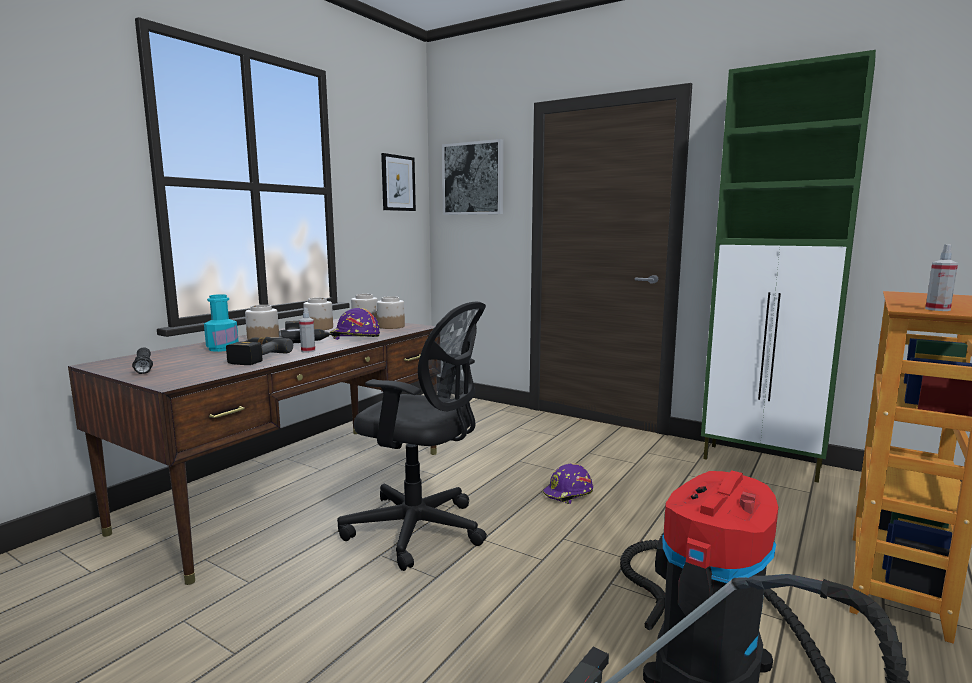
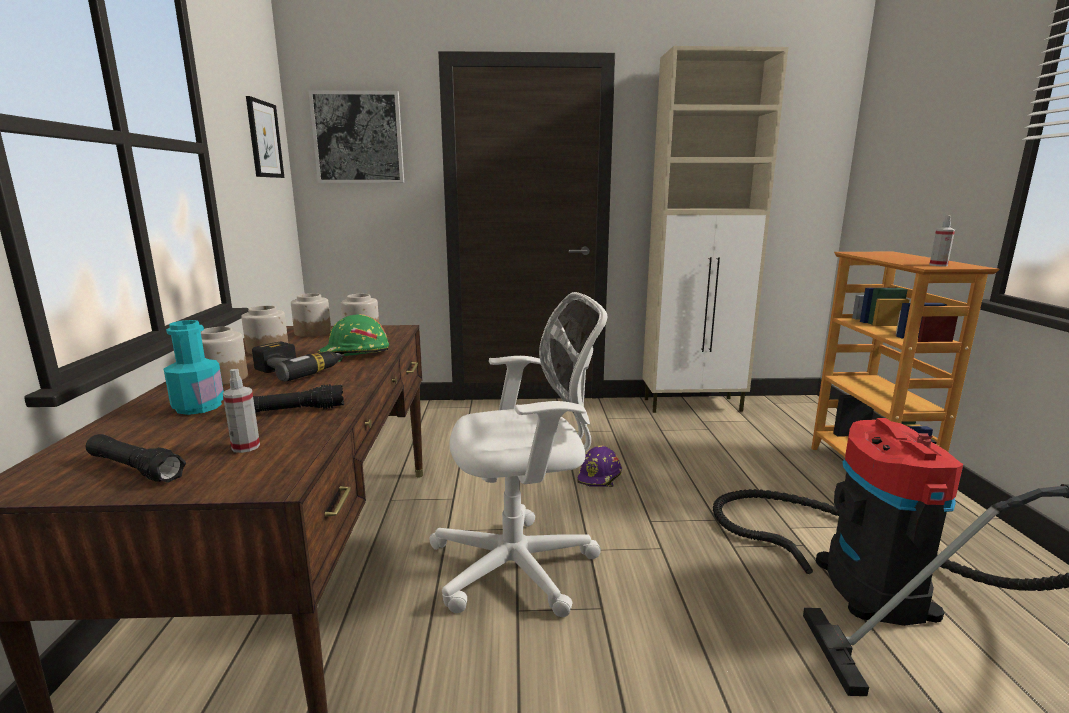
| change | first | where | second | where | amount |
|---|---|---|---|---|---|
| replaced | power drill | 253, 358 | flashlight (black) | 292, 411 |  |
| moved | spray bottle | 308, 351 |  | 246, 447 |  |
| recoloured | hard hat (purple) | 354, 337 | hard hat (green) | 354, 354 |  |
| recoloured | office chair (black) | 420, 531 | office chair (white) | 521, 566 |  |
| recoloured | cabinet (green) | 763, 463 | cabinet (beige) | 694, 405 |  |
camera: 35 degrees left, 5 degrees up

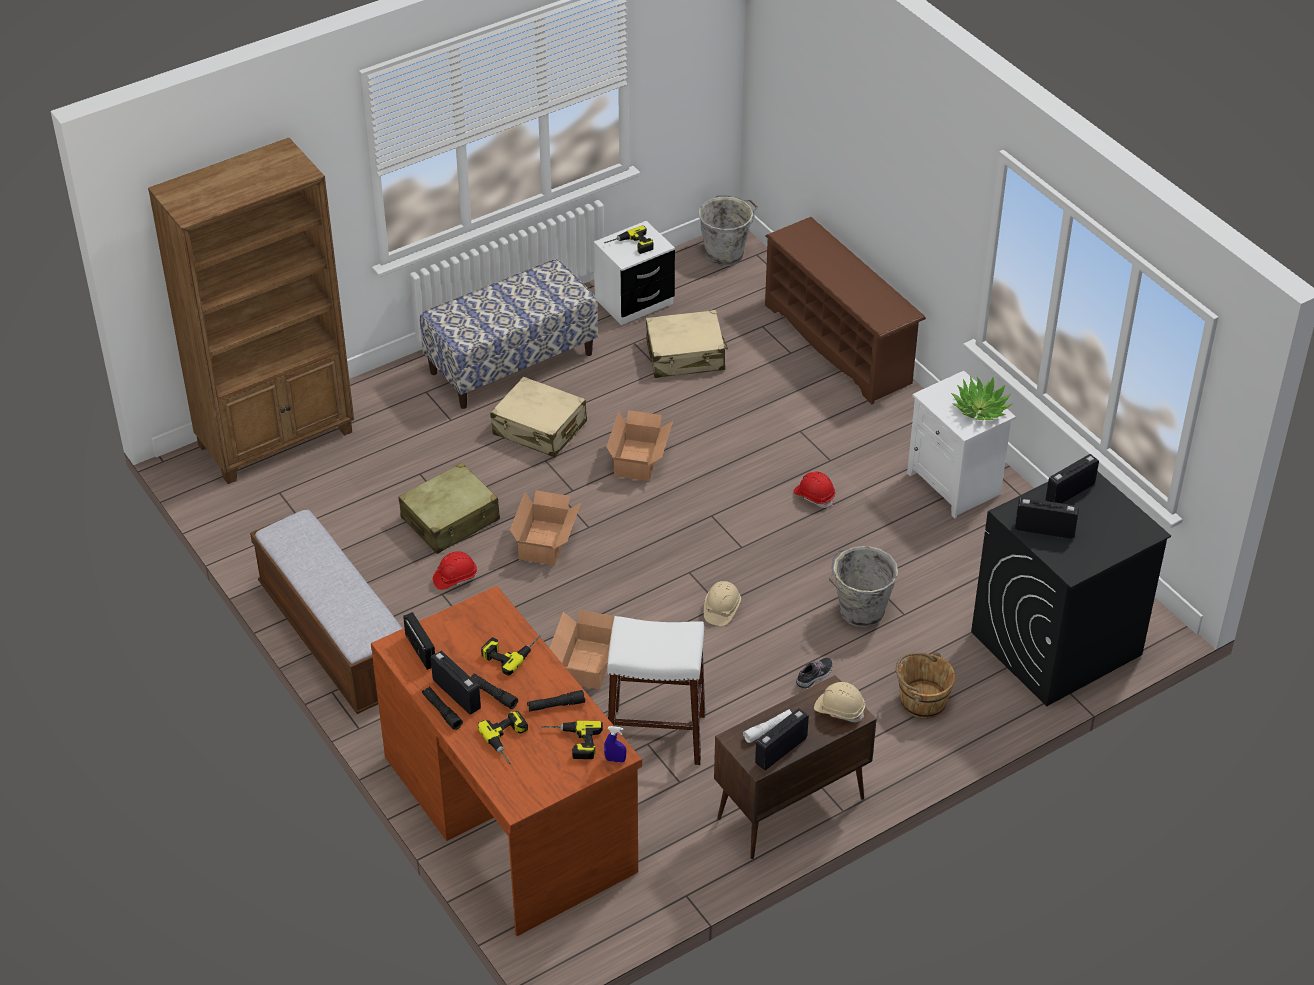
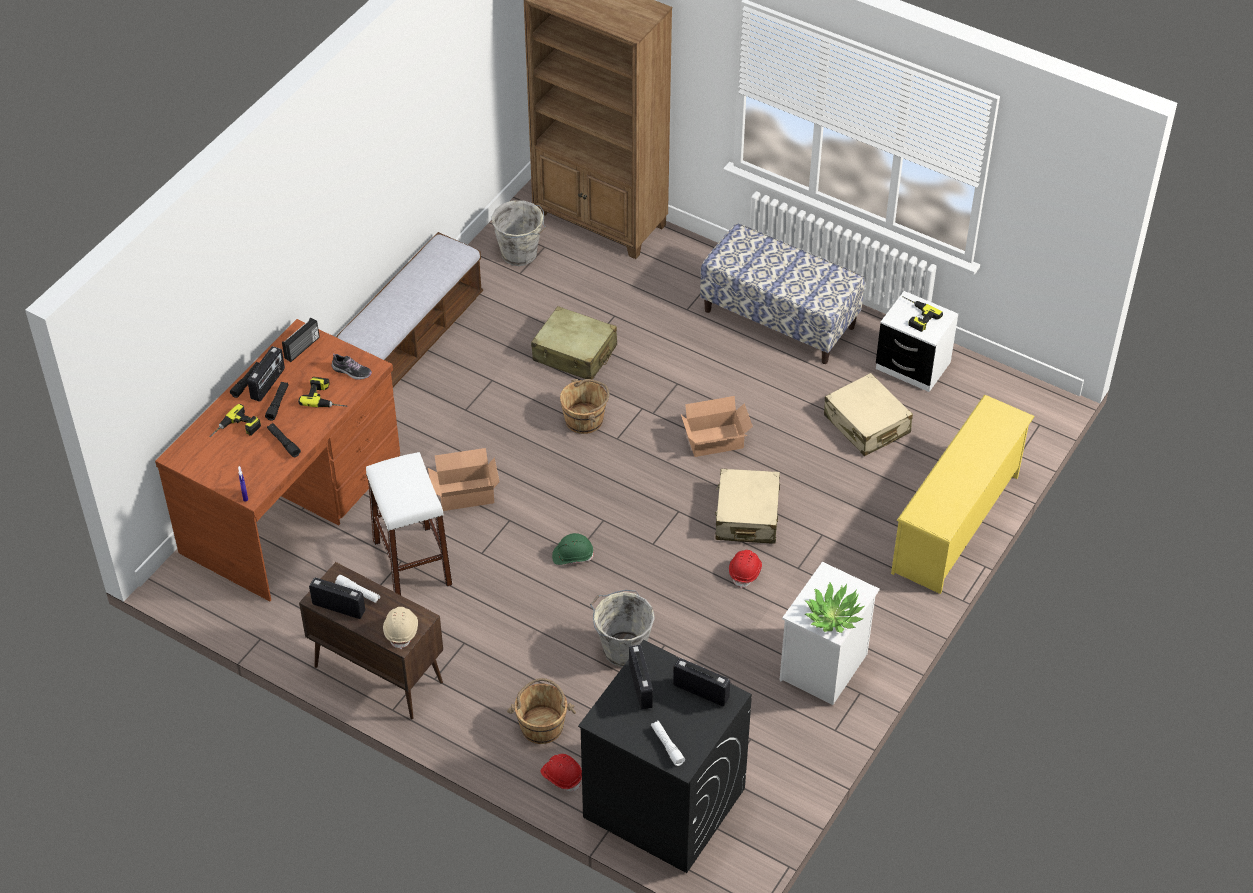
| change | first | where | second | where | amount |
|---|---|---|---|---|---|
| moved | hard hat (red) | 455, 578 |  | 562, 776 |  |
| moved | suitcase (beige) | 539, 428 |  | 747, 516 |  |
| replaced | cardboard box | 547, 541 | bucket (brown) | 585, 419 |  |
| removed | power drill | 571, 742 |  |  |  |
| moved | bucket (grey) | 726, 254 |  | 520, 254 |  |
| recoloured | hard hat (beige) | 721, 609 | hard hat (green) | 572, 556 |  |
| recoloured | shoe rack (brown) | 840, 344 | shoe rack (yellow) | 957, 524 |  |
| moved | shoe | 814, 675 |  | 351, 371 |  |
| added |  |  | flashlight (white) | 667, 745 |  |
camera: 65 degrees right, 5 degrees up

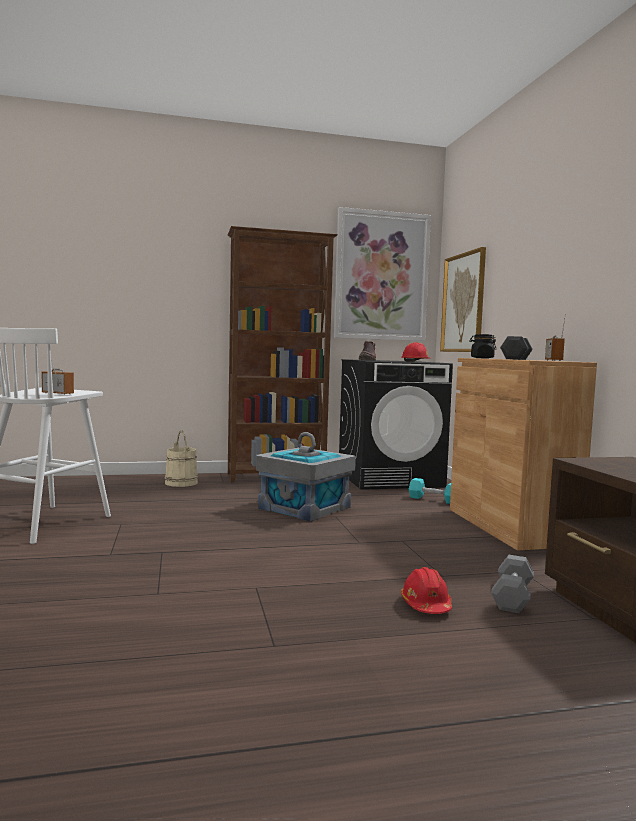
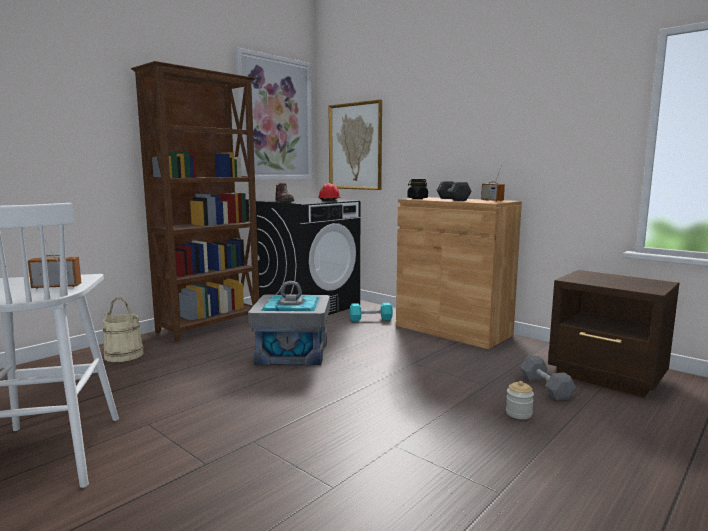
| change | first | where | second | where | amount |
|---|---|---|---|---|---|
| replaced | hard hat (red) | 426, 605 | jar | 518, 413 |  |
camera: 35 degrees left, 5 degrees up

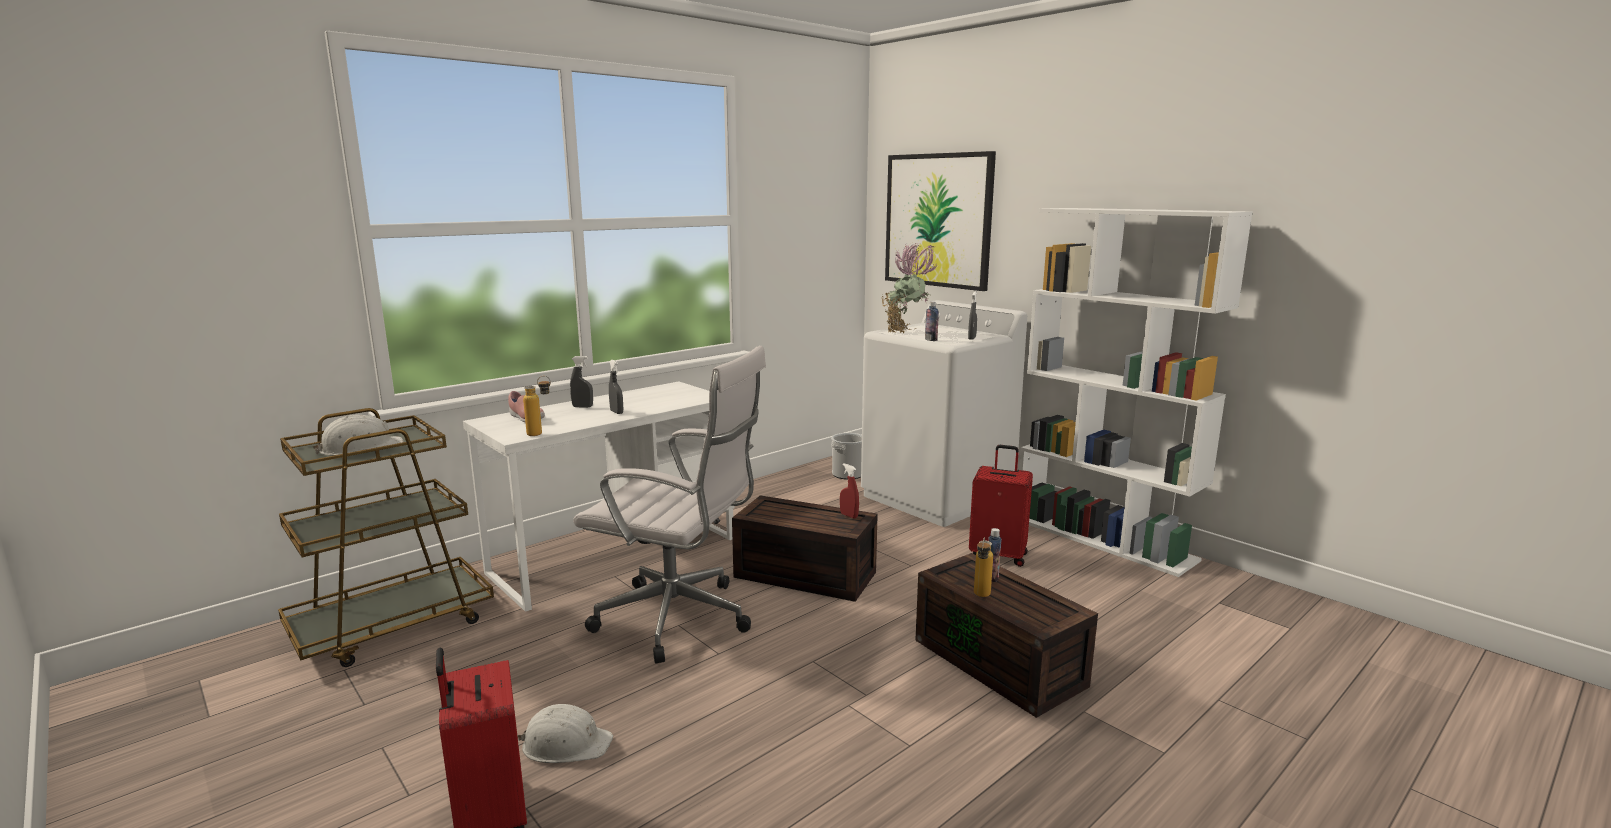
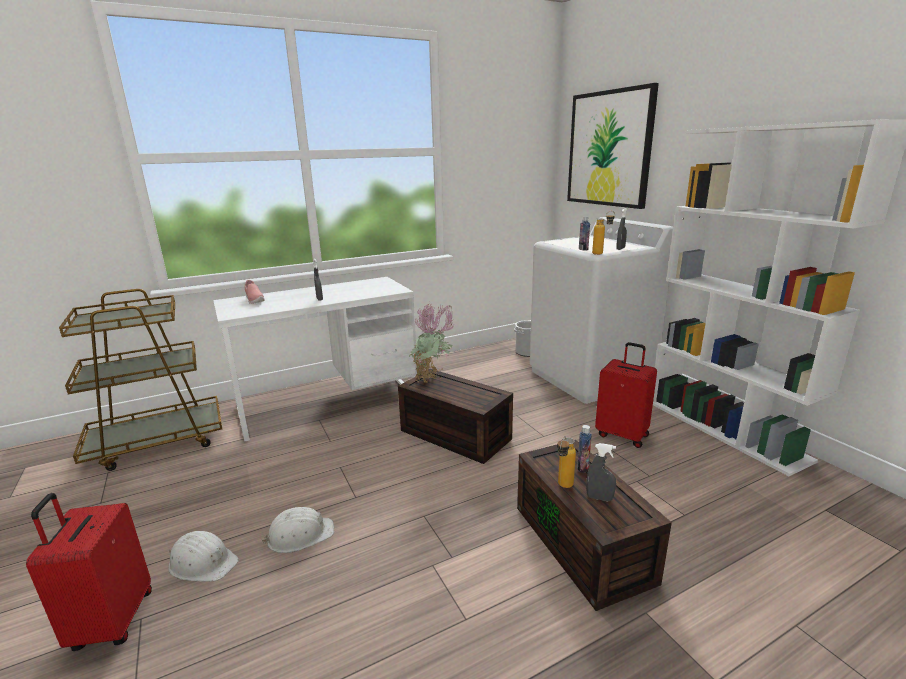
| change | first | where | second | where | amount |
|---|---|---|---|---|---|
| moved | hard hat (white) | 361, 448 |  | 300, 535 |  |
| moved | bottle | 541, 434 |  | 601, 253 |  |
| moved | spray bottle (grey) | 582, 407 |  | 599, 498 |  |
| removed | office chair (white) | 681, 619 |  |  |  |
| removed | spray bottle (red) | 849, 515 |  |  |  |
| moved | potted plant | 906, 332 |  | 433, 381 |  |
camera: 15 degrees right, 5 degrees up

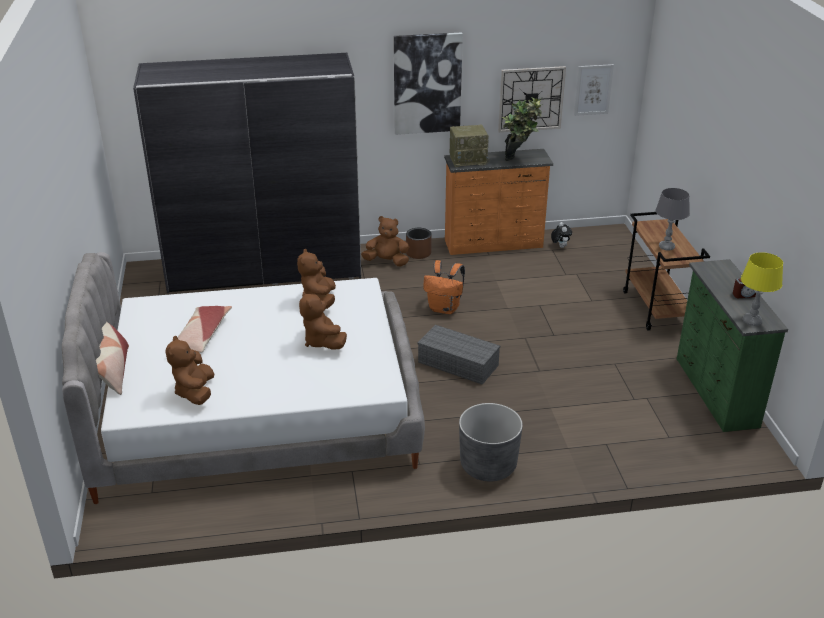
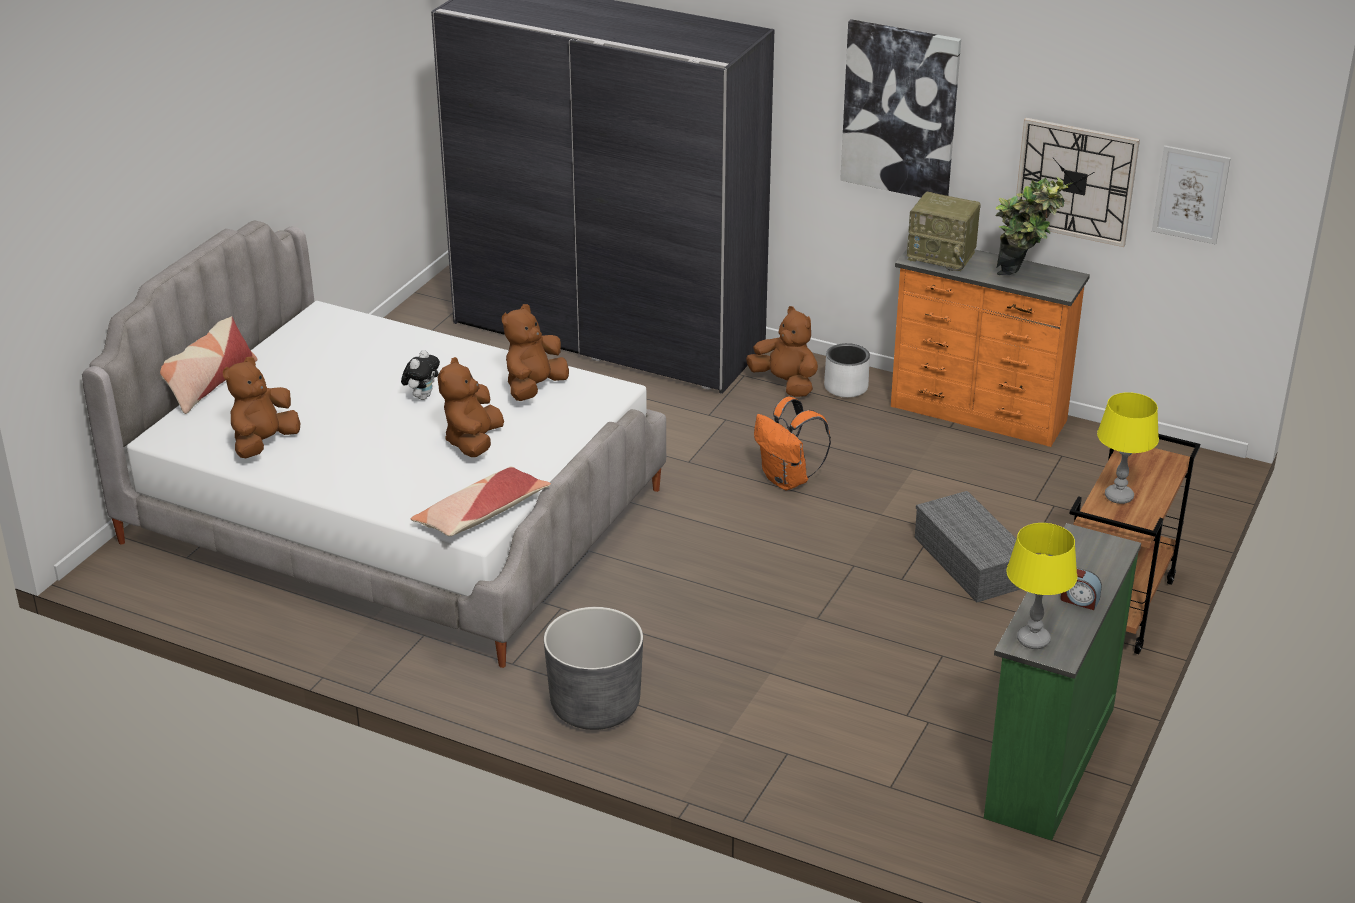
| change | first | where | second | where | amount |
|---|---|---|---|---|---|
| moved | pillow | 200, 337 |  | 481, 514 |  |
| recoloured | planter (brown) | 418, 253 | planter (white) | 845, 387 |  |
| moved | storage box (grey) | 459, 363 |  | 972, 562 |  |
| moved | plush toy | 560, 246 |  | 422, 396 |  |
| recoloured | table lamp (grey) | 666, 247 | table lamp (yellow) | 1118, 496 |  |
camera: 35 degrees right, 0 degrees up

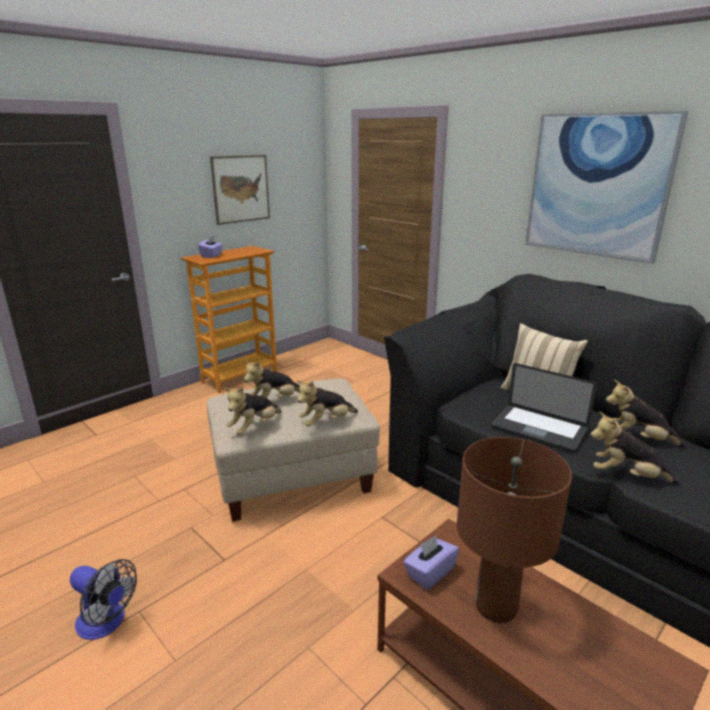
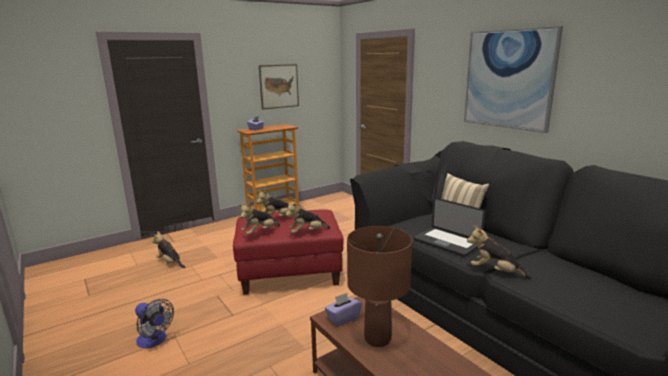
| change | first | where | second | where | amount |
|---|---|---|---|---|---|
| recoloured | ottoman (beige) | 293, 477 | ottoman (red) | 290, 273 |  |
| moved | plush toy | 638, 439 |  | 170, 263 |  |
camera: 10 degrees right, 5 degrees down

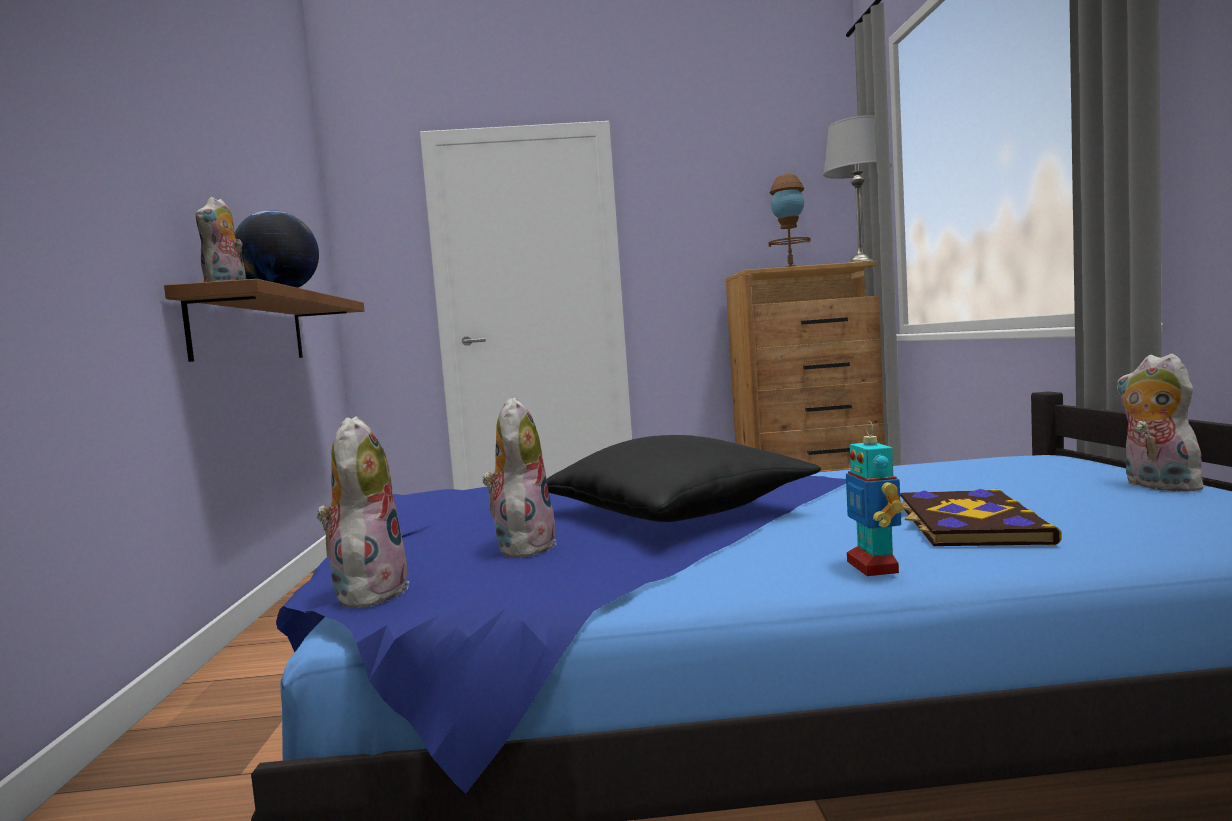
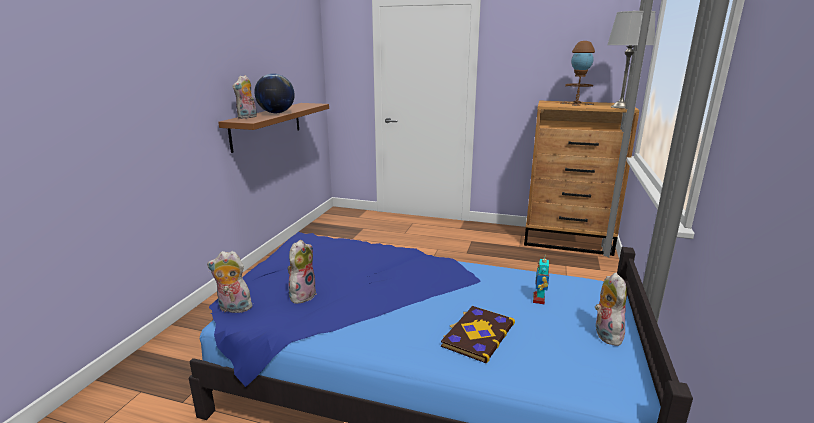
| change | first | where | second | where | amount |
|---|---|---|---|---|---|
| turned | plush toy | 368, 592 |  | 233, 308 | 105 degrees counterclockwise |
| removed | pillow (black) | 677, 512 |  |  |  |
| moved | toy robot | 874, 567 |  | 539, 299 |  |
camera: 20 degrees right, 15 degrees up

